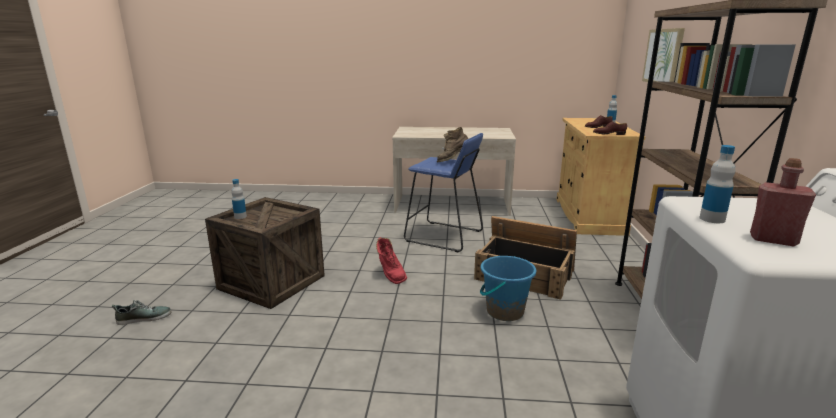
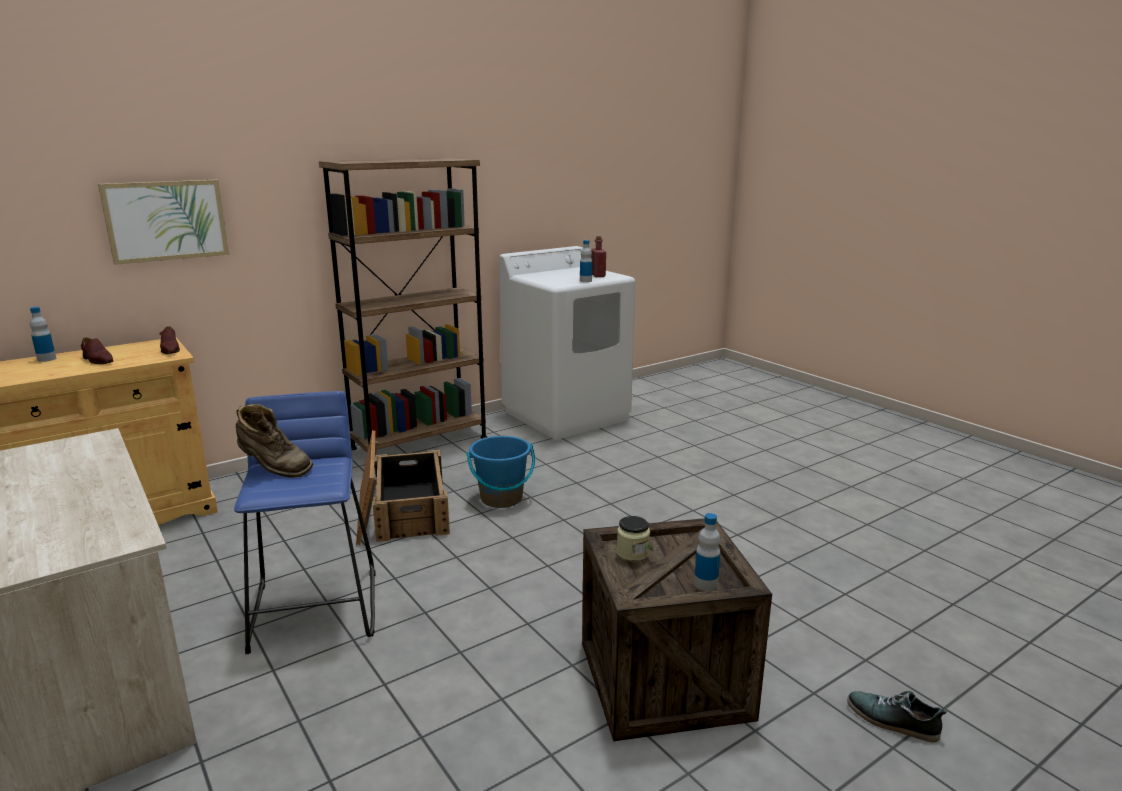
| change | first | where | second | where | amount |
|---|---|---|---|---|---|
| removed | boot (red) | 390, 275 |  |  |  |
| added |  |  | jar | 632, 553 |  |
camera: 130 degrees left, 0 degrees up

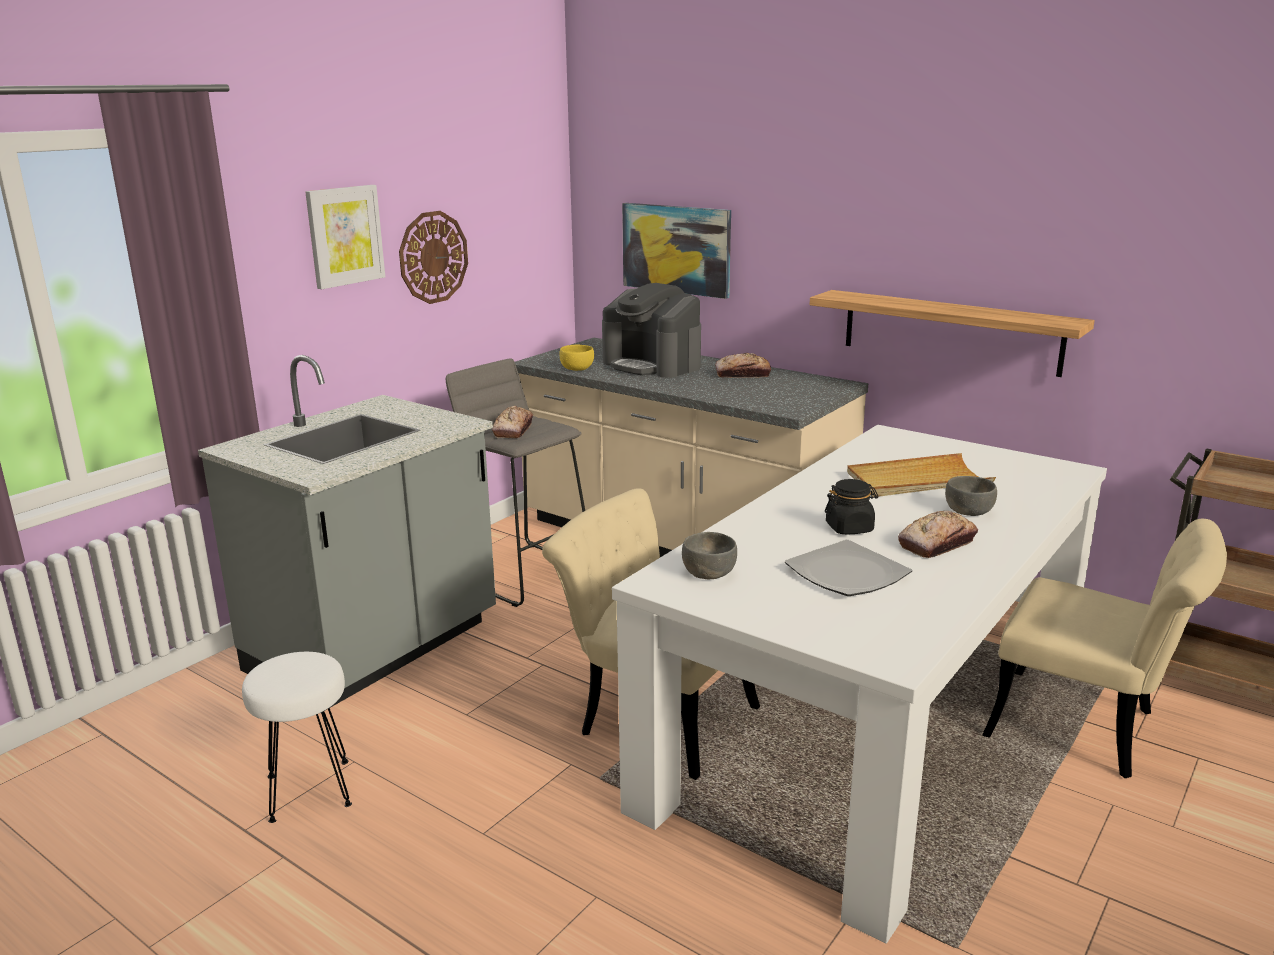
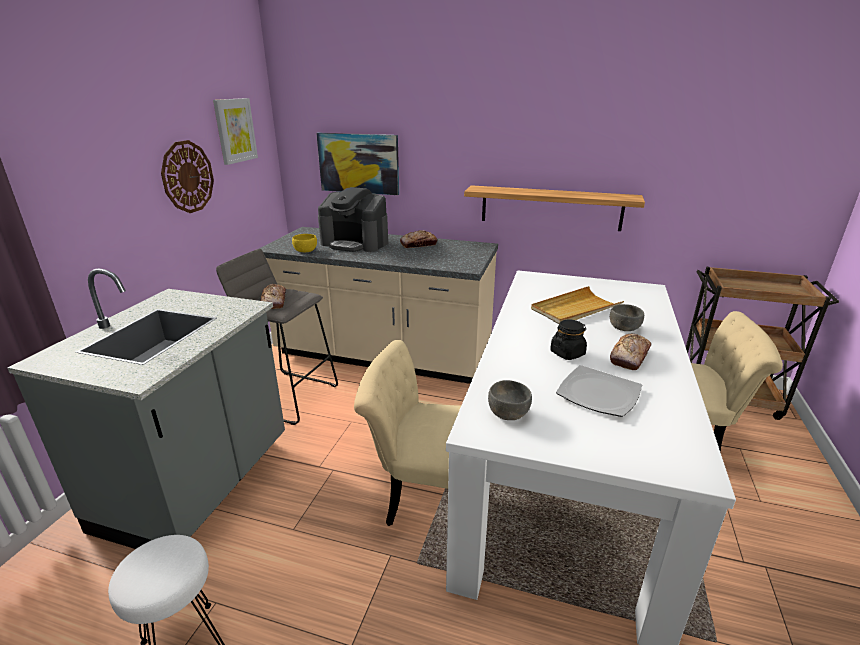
| change | first | where | second | where | amount |
|---|---|---|---|---|---|
| moved | picture | 345, 236 |  | 235, 130 |  |
camera: 20 degrees left, 5 degrees up

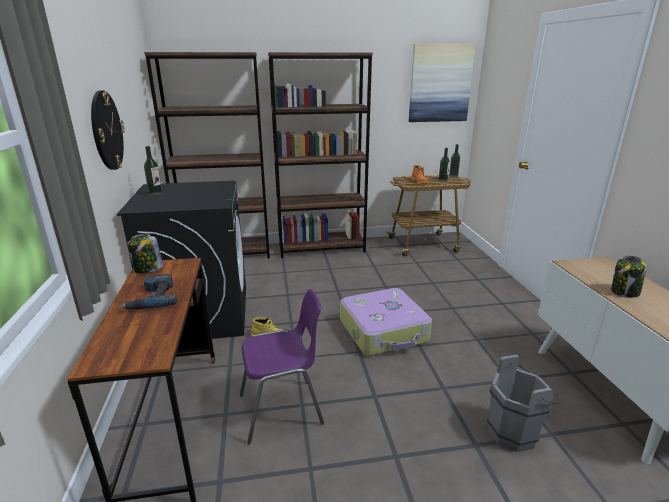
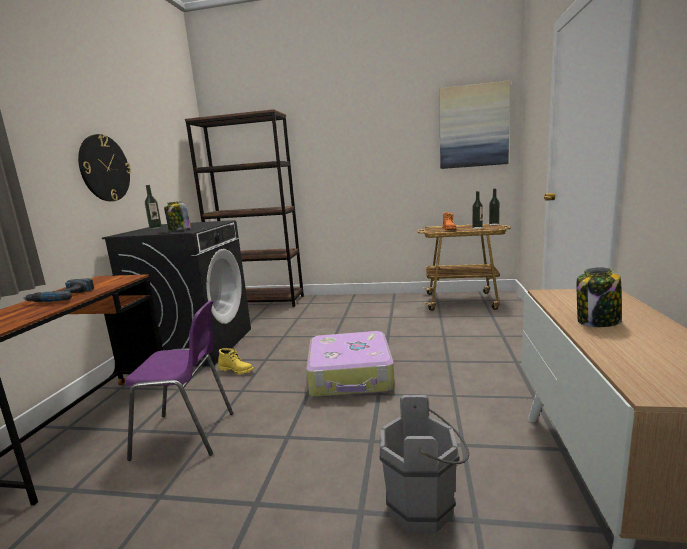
| change | first | where | second | where | amount |
|---|---|---|---|---|---|
| moved | jar | 148, 269 |  | 179, 230 |  |
| removed | bookcase (brown) | 321, 248 |  |  |  |
camera: 20 degrees right, 10 degrees down

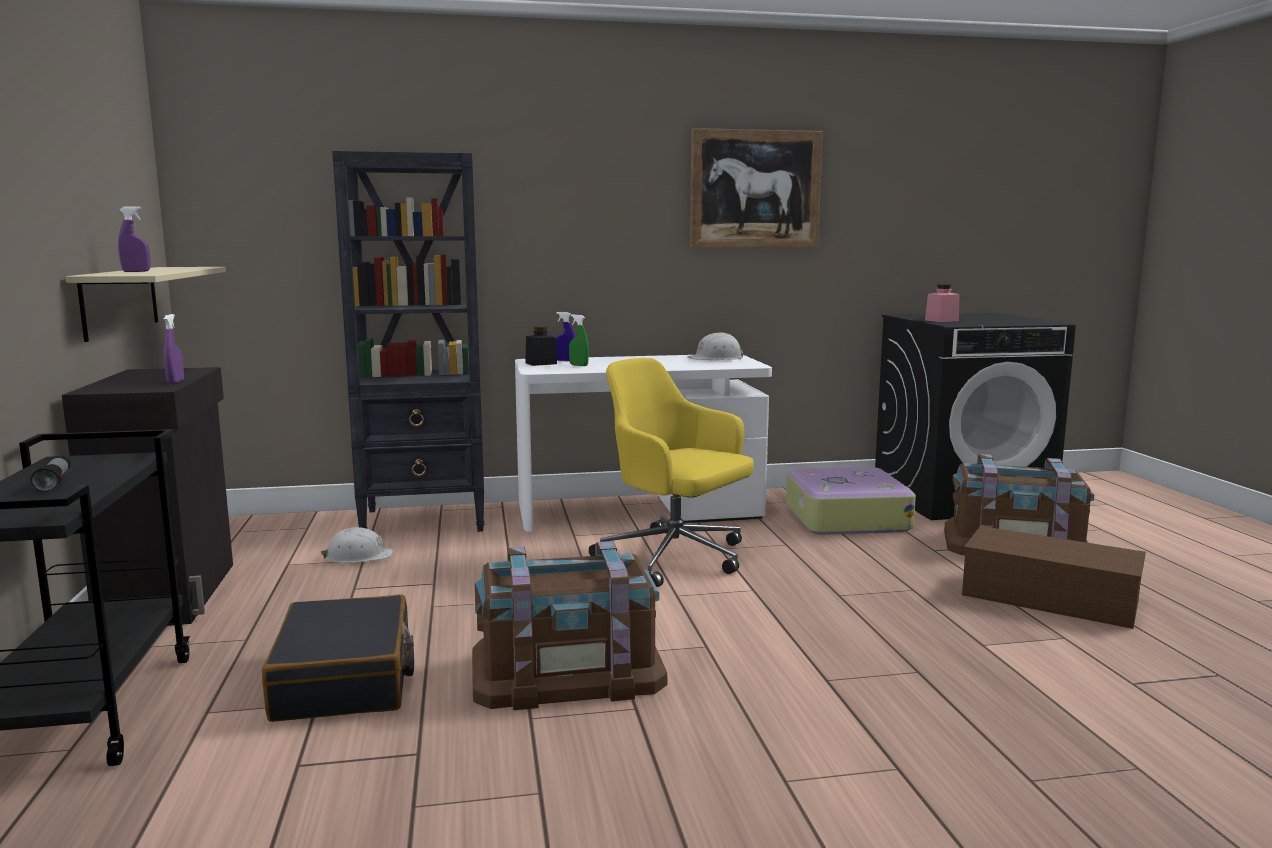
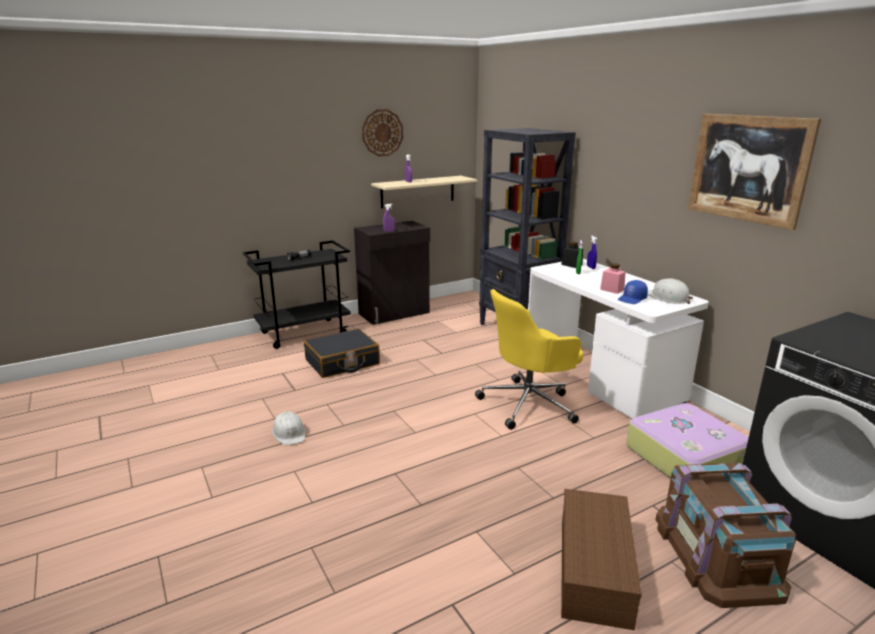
| change | first | where | second | where | amount |
|---|---|---|---|---|---|
| moved | hard hat (white) | 359, 557 |  | 289, 433 |  |
| removed | storage box (brown) | 567, 671 |  |  |  |
| turned | office chair (yellow) | 676, 558 |  | 529, 404 | 135 degrees counterclockwise |
| moved | jar (pink) | 941, 320 |  | 612, 289 |  |
| added |  |  | wall clock | 382, 133 |  |
| added |  |  | cap (blue) | 632, 299 |  |
camera: 70 degrees right, 10 degrees up

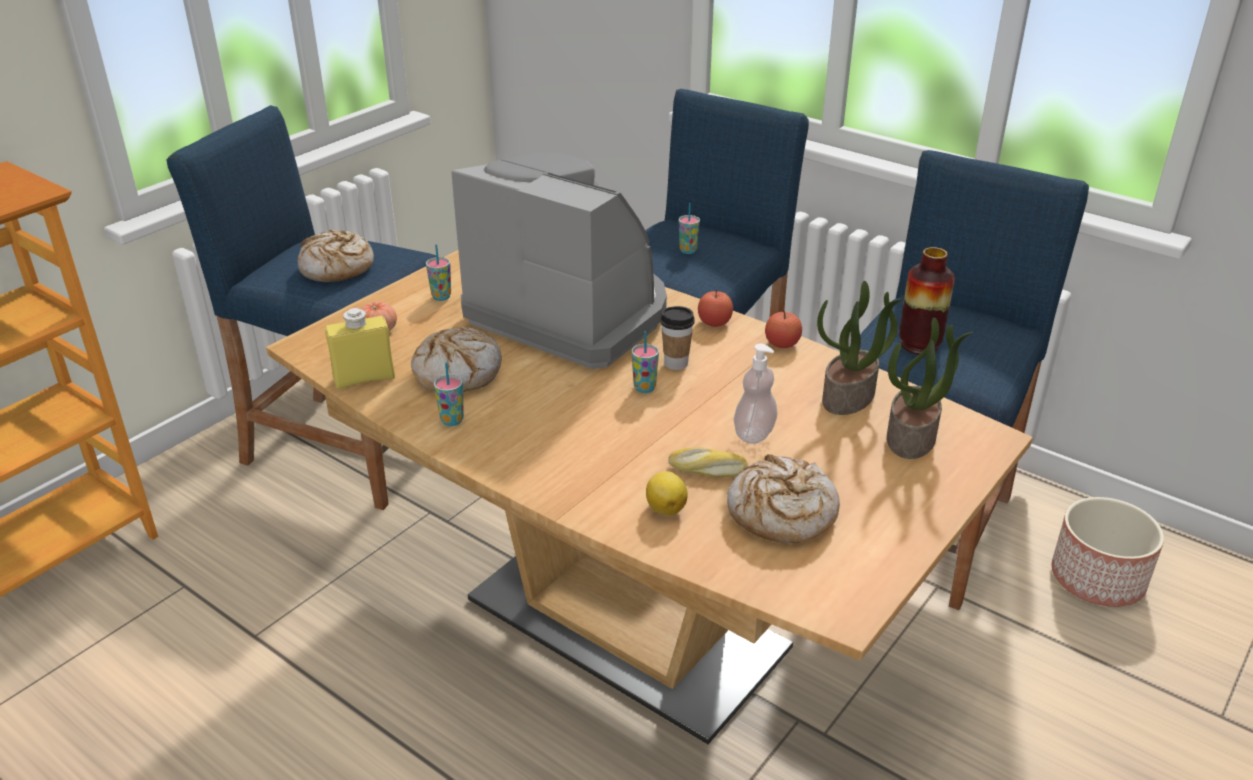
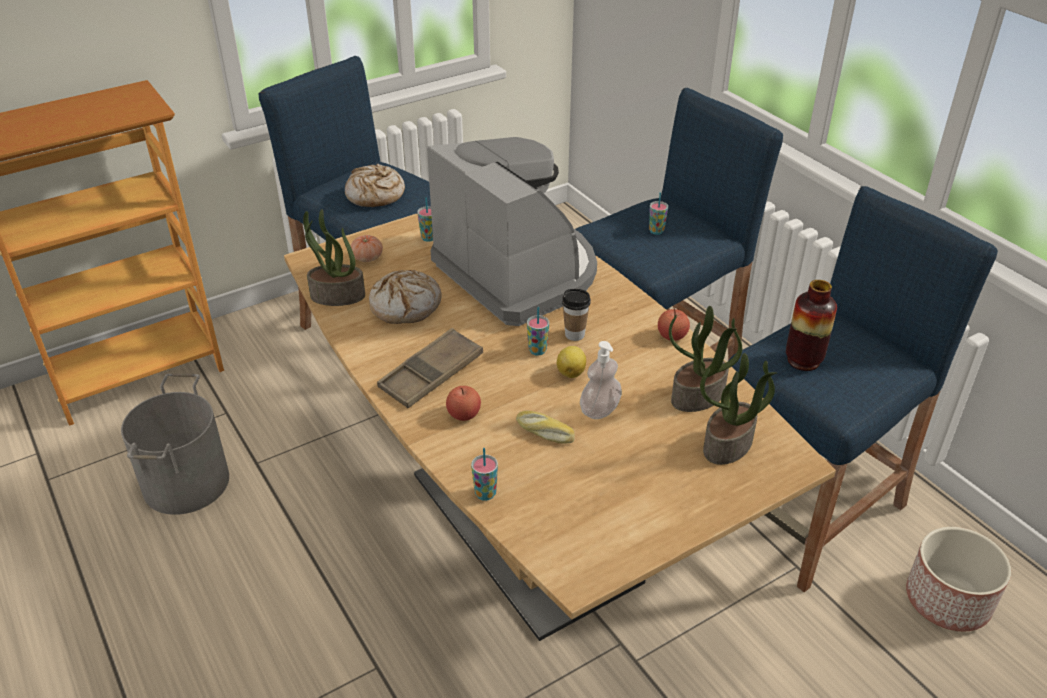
| change | first | where | second | where | amount |
|---|---|---|---|---|---|
| replaced | bottle (yellow) | 364, 379 | potted plant | 337, 296 |  |
| moved | cup | 452, 420 |  | 485, 494 |  |
| moved | lemon | 666, 508 |  | 571, 372 |  |
| moved | apple | 714, 322 |  | 464, 414 |  |
| removed | bread | 781, 513 |  |  |  |
| added |  |  | bucket (grey) | 184, 482 |  |
| added |  |  | tray (brown) | 431, 374 |  |
camera: 20 degrees right, 5 degrees up

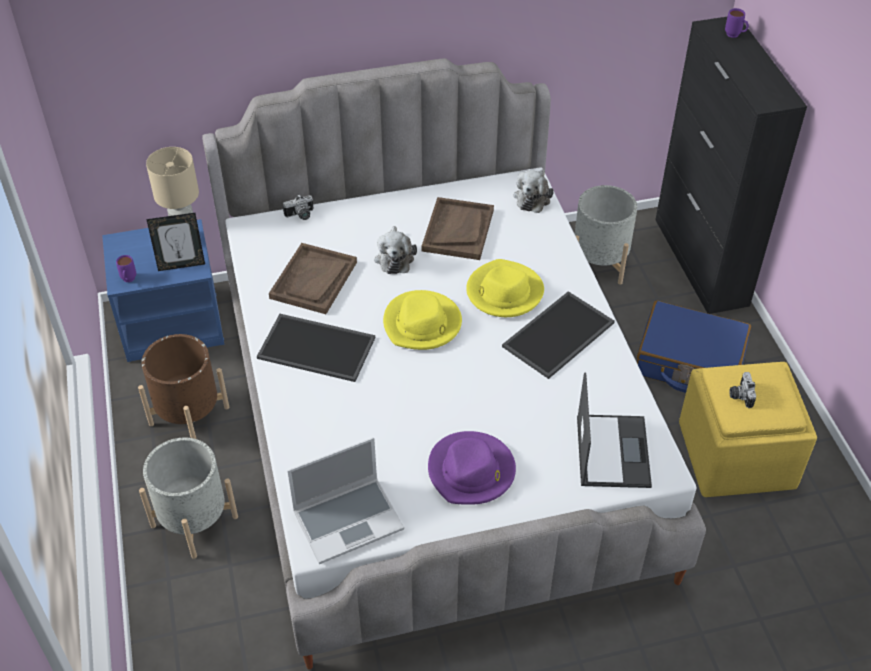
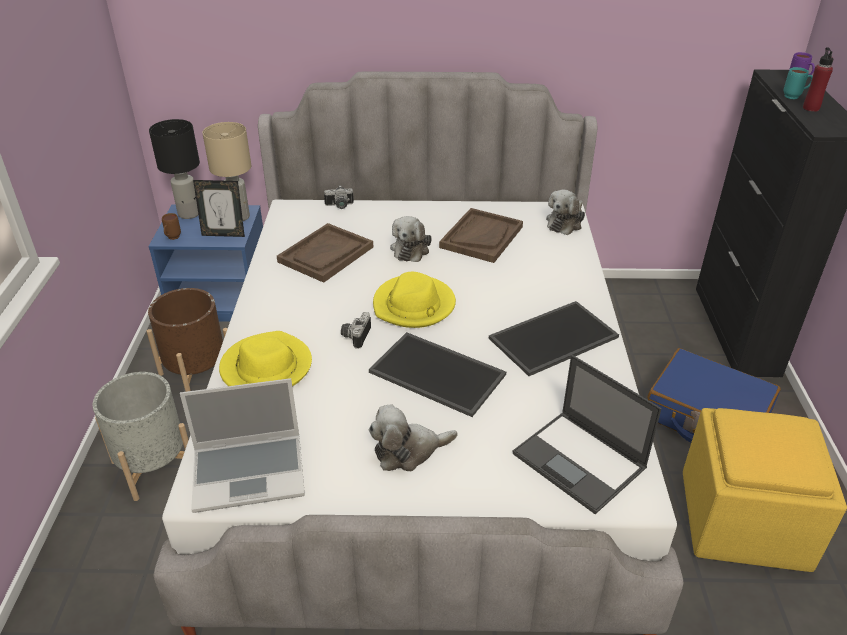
| change | first | where | second | where | amount |
|---|---|---|---|---|---|
| recoloured | mug (purple) | 128, 280 | mug (brown) | 172, 238 |  |
| moved | tray | 318, 347 |  | 439, 373 |  |
| replaced | hat (purple) | 471, 471 | plush toy | 408, 451 |  |
| moved | hat (yellow) | 504, 292 |  | 266, 367 |  |
| removed | planter (grey) | 599, 262 |  |  |  |
| turned | laptop | 612, 450 |  | 580, 461 | 120 degrees clockwise |
| moved | photo camera | 739, 395 |  | 355, 336 |  |
| added |  |  | table lamp (black) | 189, 213 |  |
| added |  |  | mug (turquoise) | 795, 97 |  |
| added |  |  | bottle (red) | 811, 108 |  |
camera: 15 degrees right, 10 degrees down

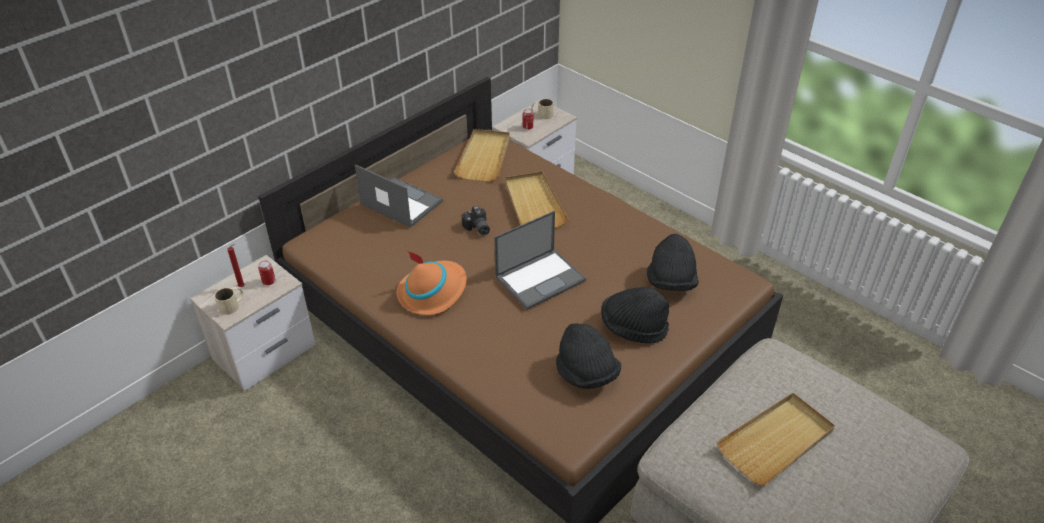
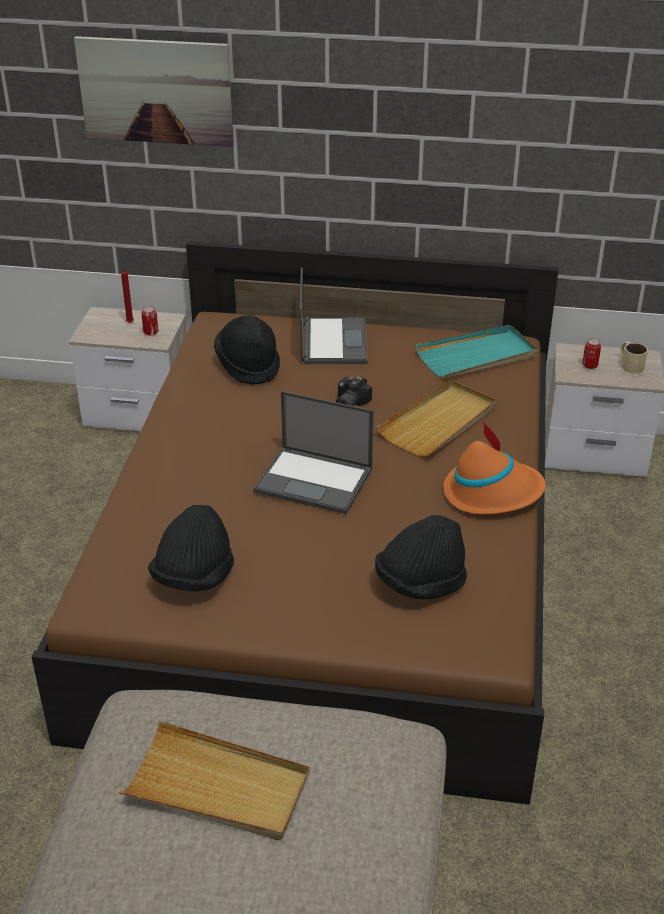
| change | first | where | second | where | amount |
|---|---|---|---|---|---|
| removed | mug (beige) | 232, 305 |  |  |  |
| moved | hat (orange) | 432, 291 |  | 492, 492 |  |
| recoloured | tray (beige) | 484, 157 | tray (turquoise) | 477, 356 |  |
| moved | hat (black) | 633, 328 |  | 248, 365 |  |
| added |  |  | picture | 155, 91 |  |
camera: 55 degrees right, 5 degrees down

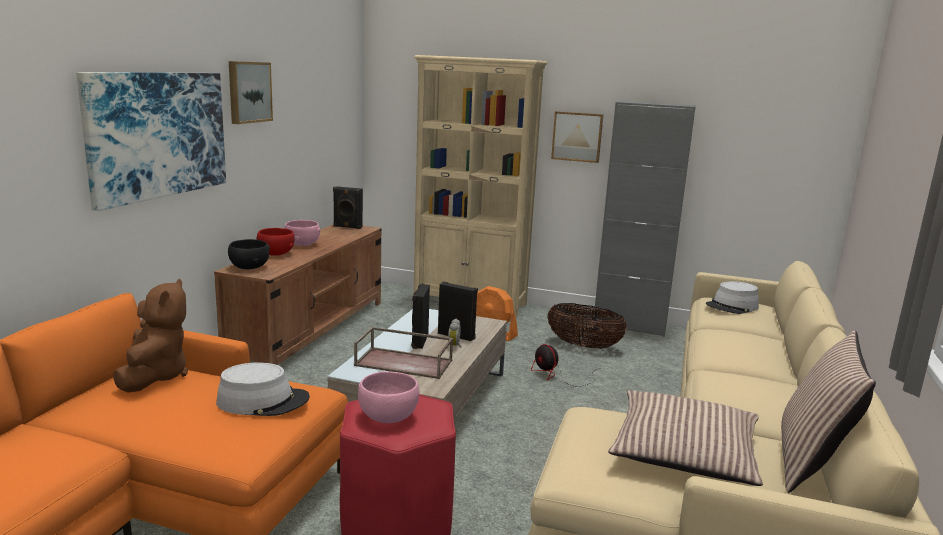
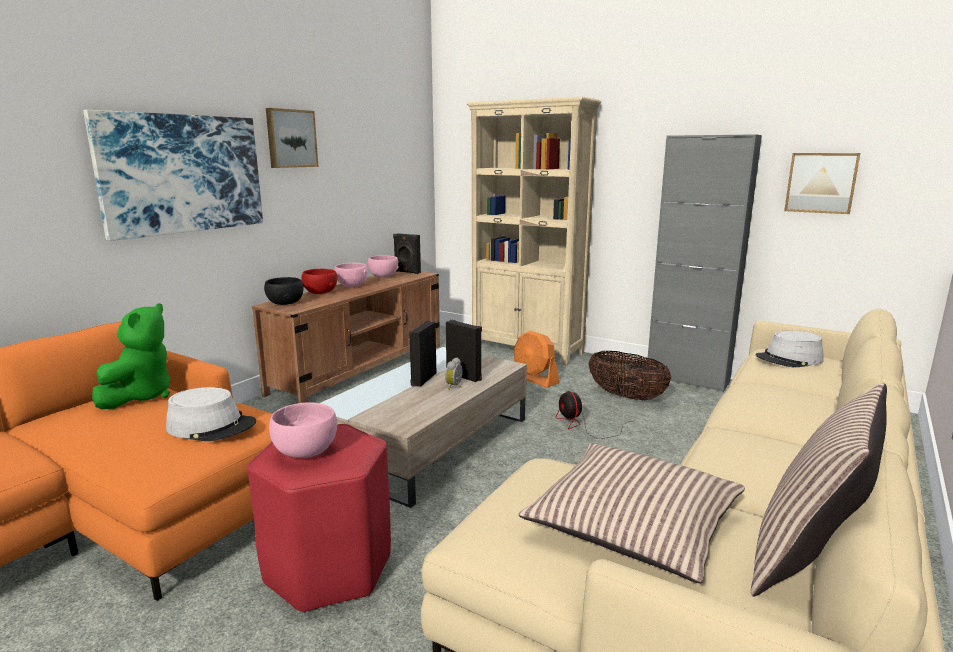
| change | first | where | second | where | amount |
|---|---|---|---|---|---|
| recoloured | plush toy (brown) | 154, 376 | plush toy (green) | 140, 396 |  |
| removed | tray (brown) | 405, 363 |  |  |  |
| moved | picture | 577, 136 |  | 821, 182 |  |
| added |  |  | bowl (pink) | 383, 276 |  |
camera: 15 degrees right, 0 degrees up

